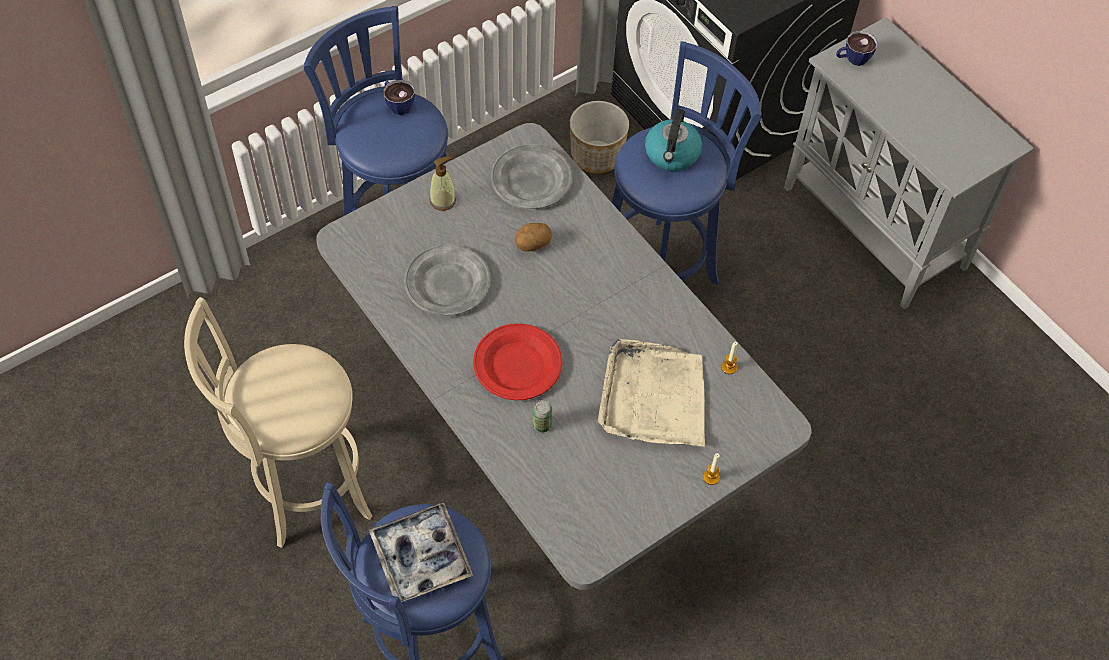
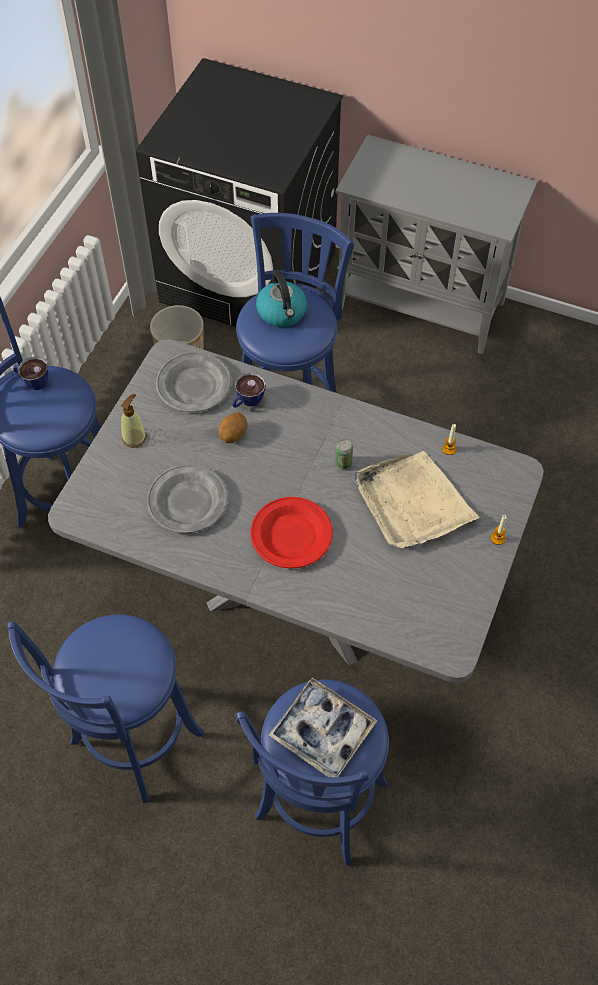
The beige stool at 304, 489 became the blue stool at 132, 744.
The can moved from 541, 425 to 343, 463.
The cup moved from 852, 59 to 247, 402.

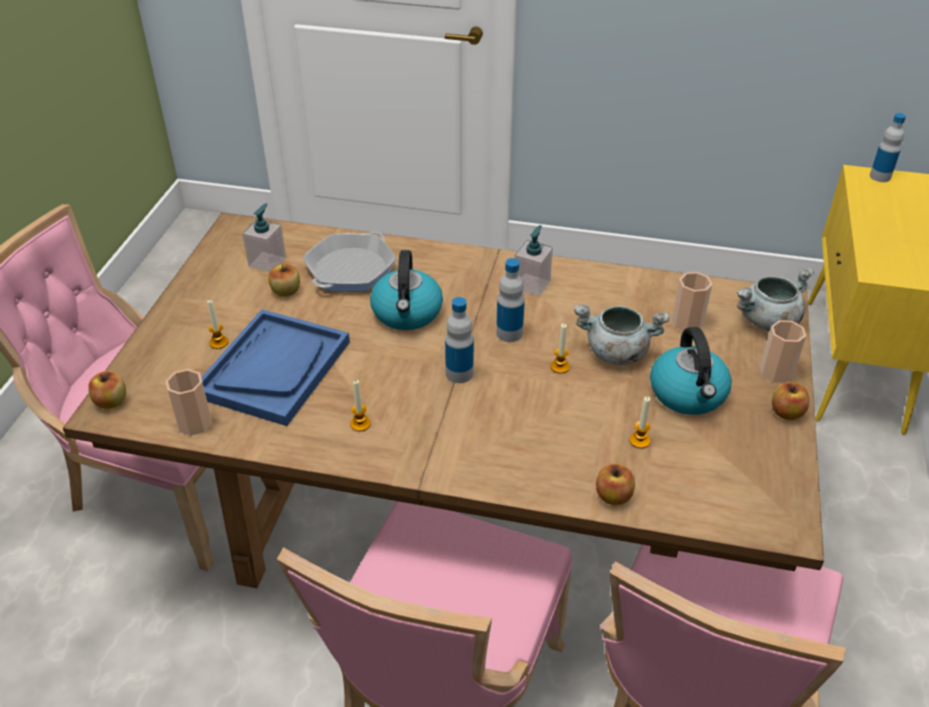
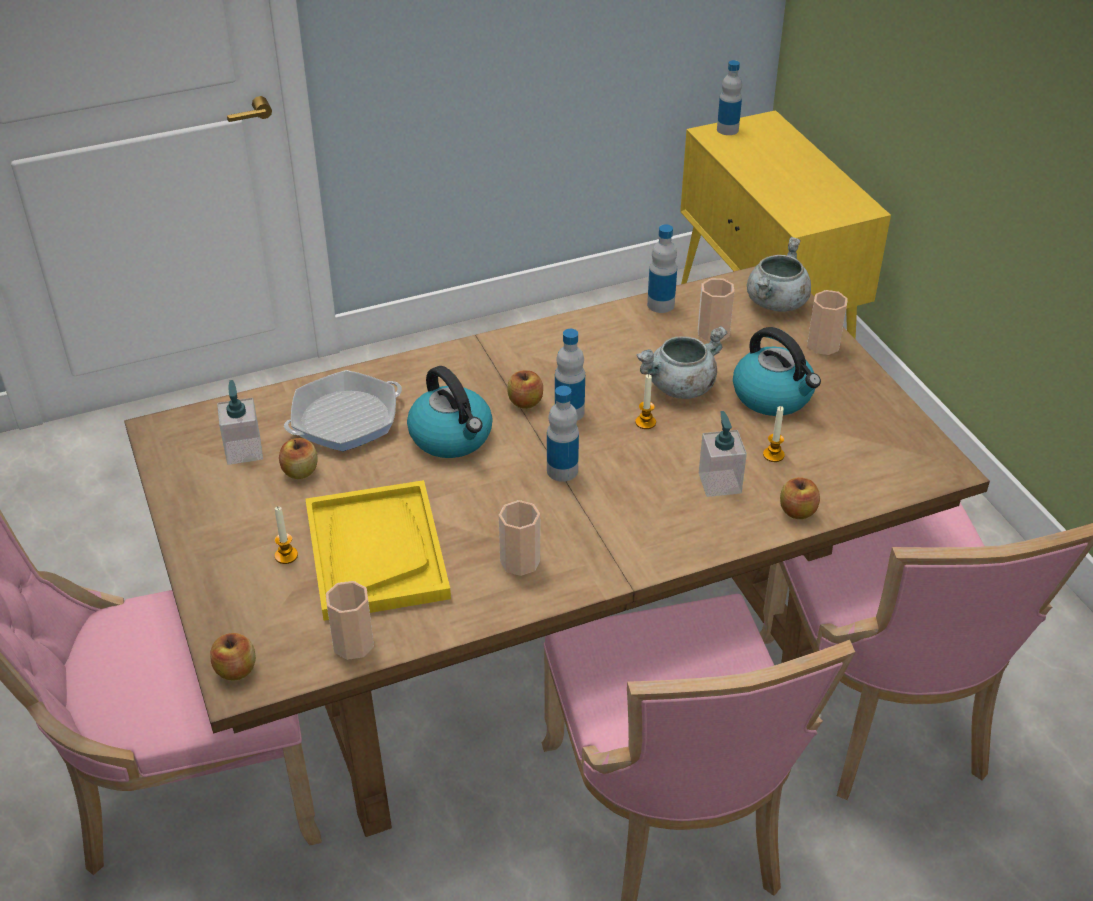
The blue tray at 274, 368 became the yellow tray at 376, 552.
The frying pan at 350, 269 turned 120 degrees counterclockwise.
The candle at 360, 424 was replaced by the cup at 520, 561.
The soap dispenser moved from 532, 284 to 719, 483.
The apple moved from 786, 413 to 525, 402.
The bottle at 660, 304 appeared.

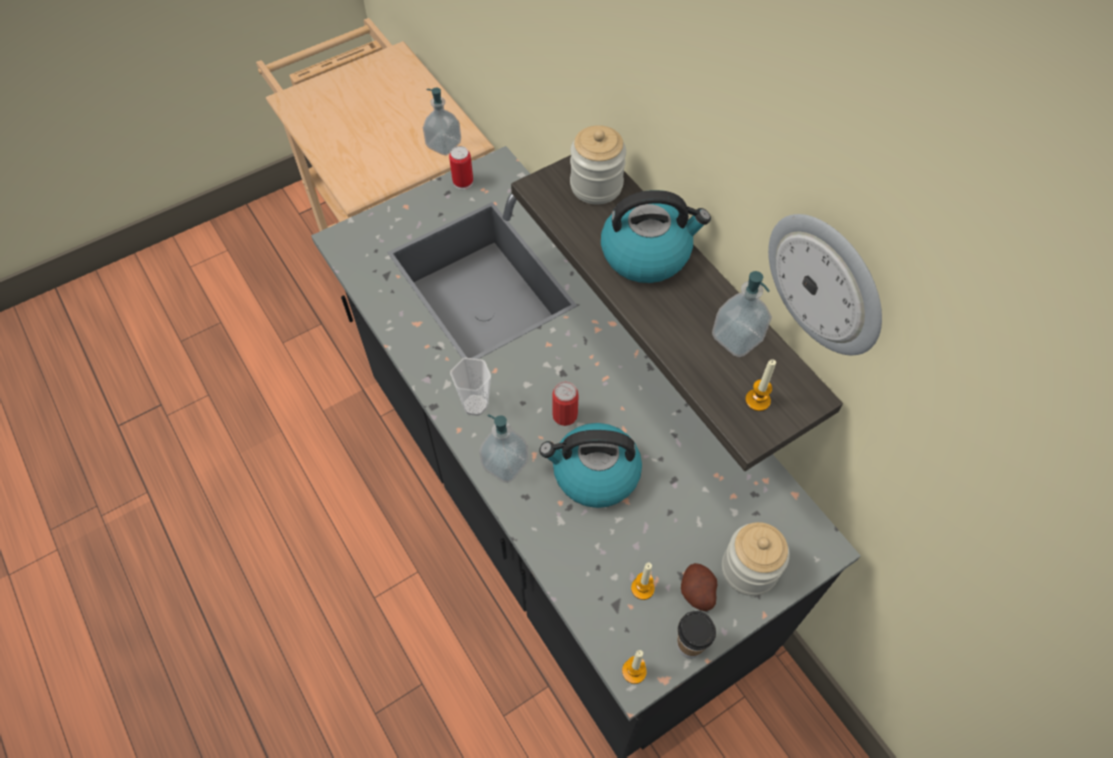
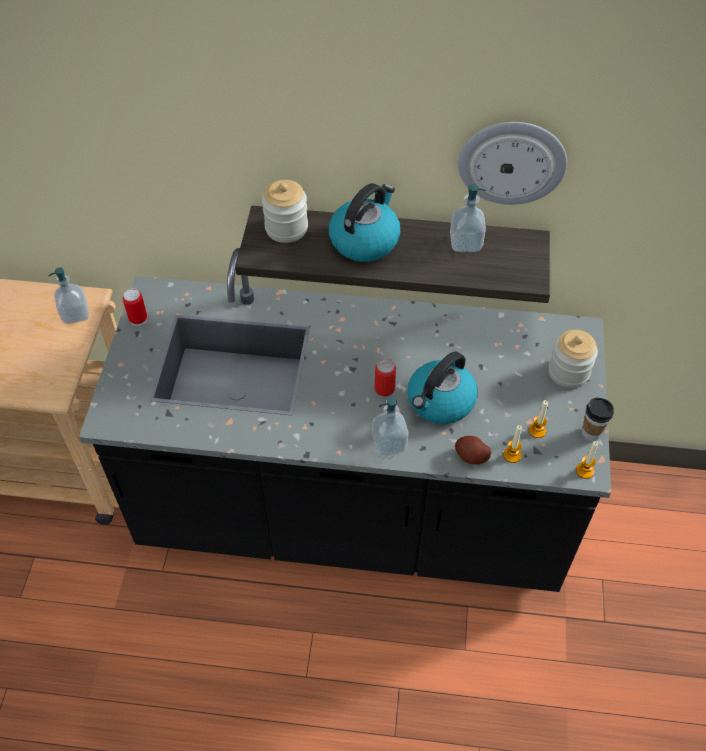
The cup at 475, 405 disappeared.
The potato moved from 697, 592 to 471, 456.
The candle moved from 757, 400 to 512, 455.

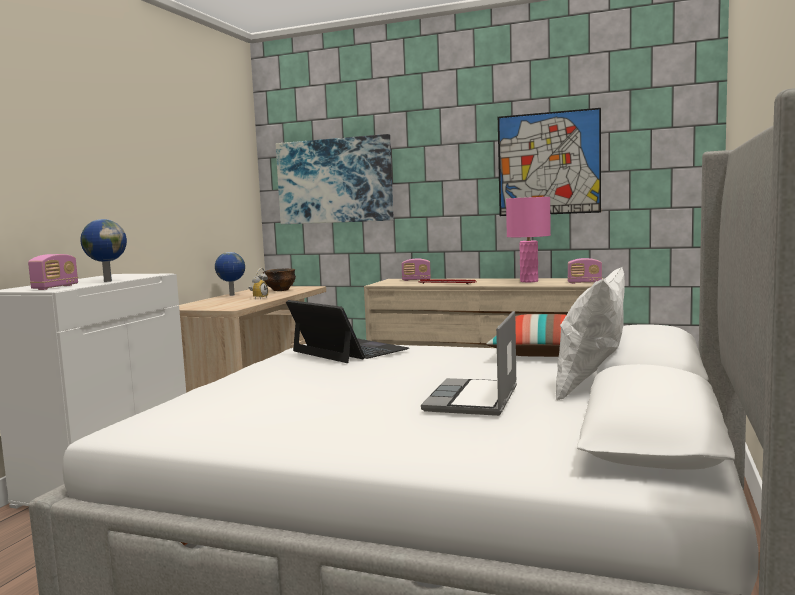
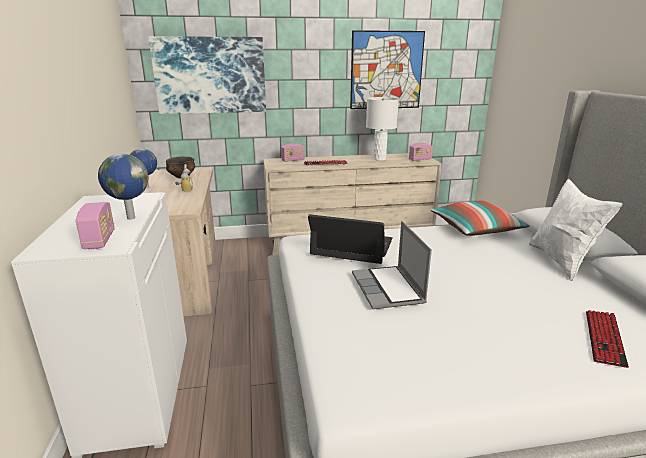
The laptop moved from 473, 400 to 388, 289.
The pink table lamp at 528, 281 became the white table lamp at 379, 159.
The keyboard at 604, 338 appeared.

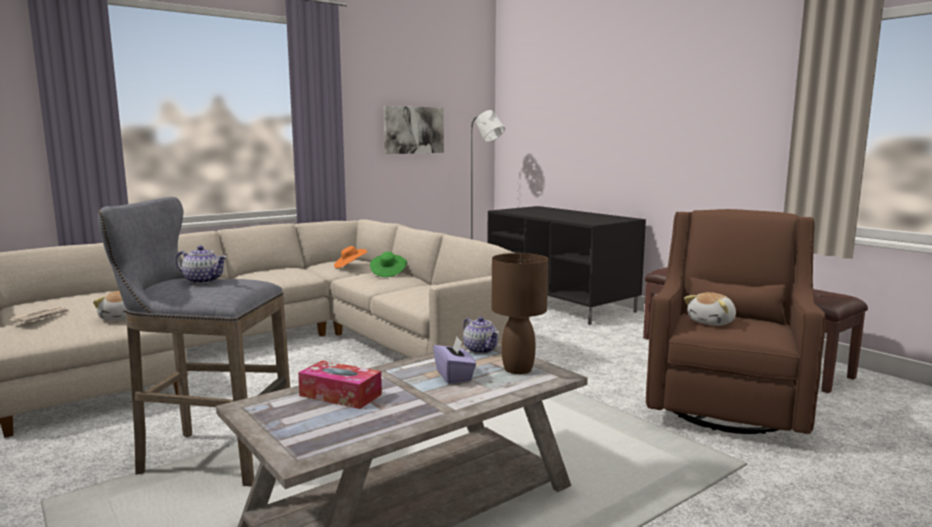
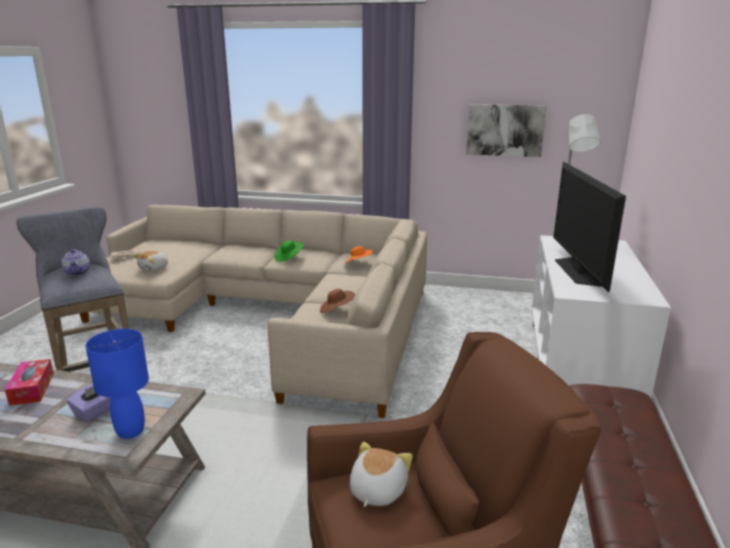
The green hat moved from 388, 273 to 288, 258.
The teapot at 481, 350 disappeared.
The black tv stand at 561, 303 became the white tv stand at 580, 367.
The brown table lamp at 518, 369 became the blue table lamp at 130, 431.
The plush toy at 712, 322 turned 105 degrees clockwise.
The brown hat at 336, 310 appeared.
The television at 578, 271 appeared.

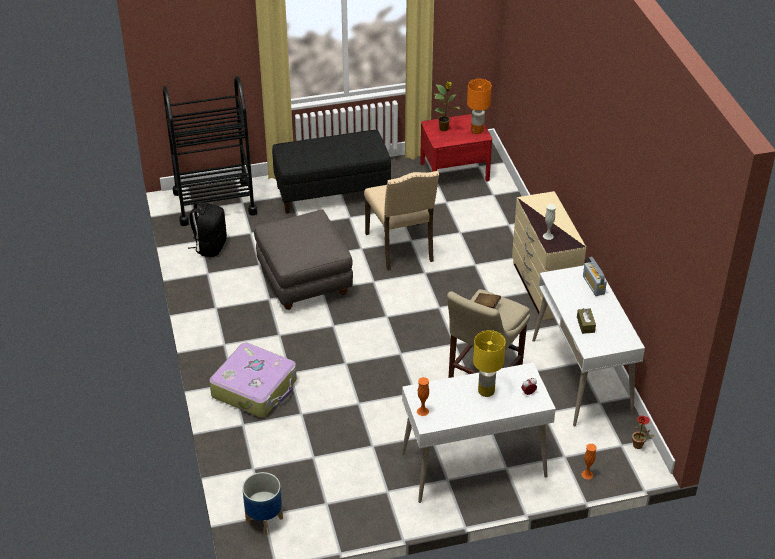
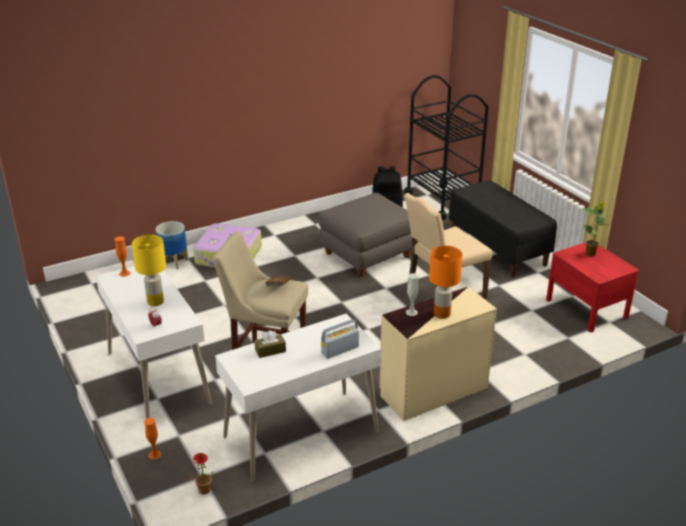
The planter moved from 264, 520 to 173, 262.
The orange table lamp moved from 477, 131 to 441, 314.

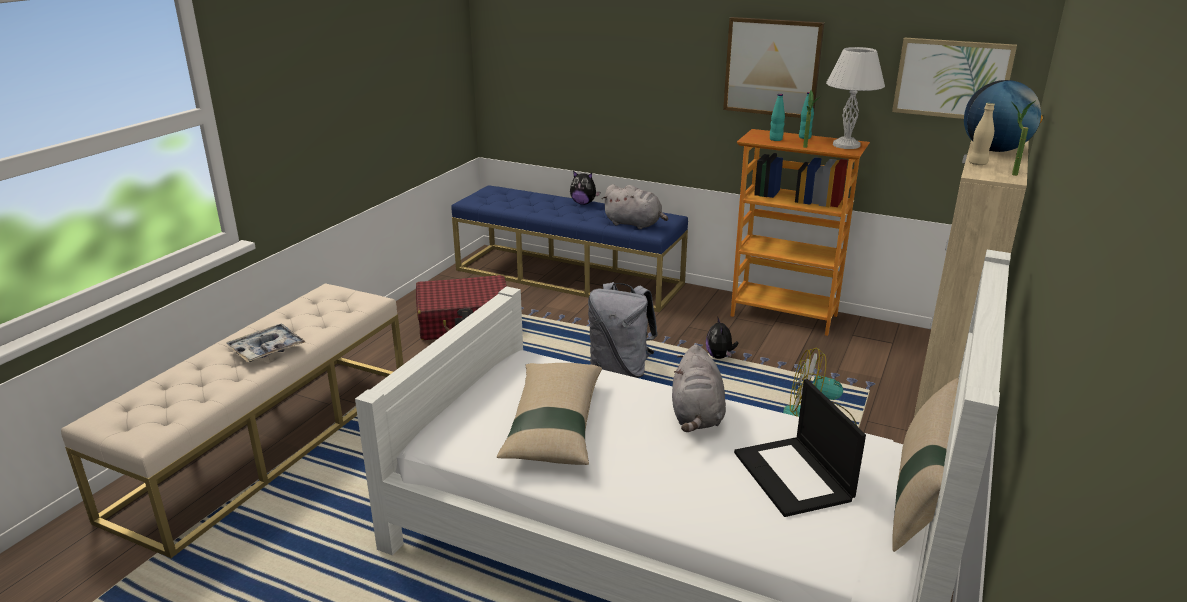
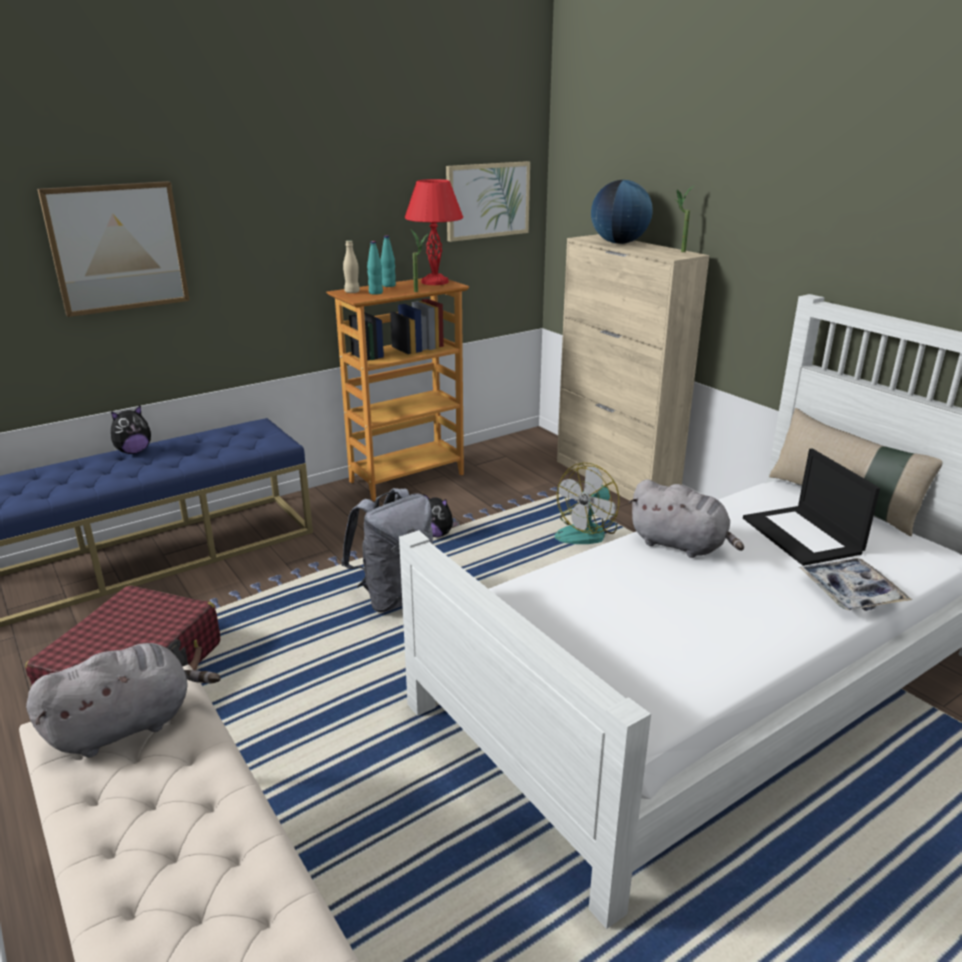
The tray moved from 267, 349 to 851, 592.
The beige pillow at 554, 425 disappeared.
The grey plush toy moved from 635, 224 to 128, 725.
The picture moved from 772, 67 to 117, 247.
The laptop at 794, 476 turned 60 degrees clockwise.
The white table lamp at 847, 145 became the red table lamp at 435, 282.
The beige bottle moved from 977, 164 to 352, 292.

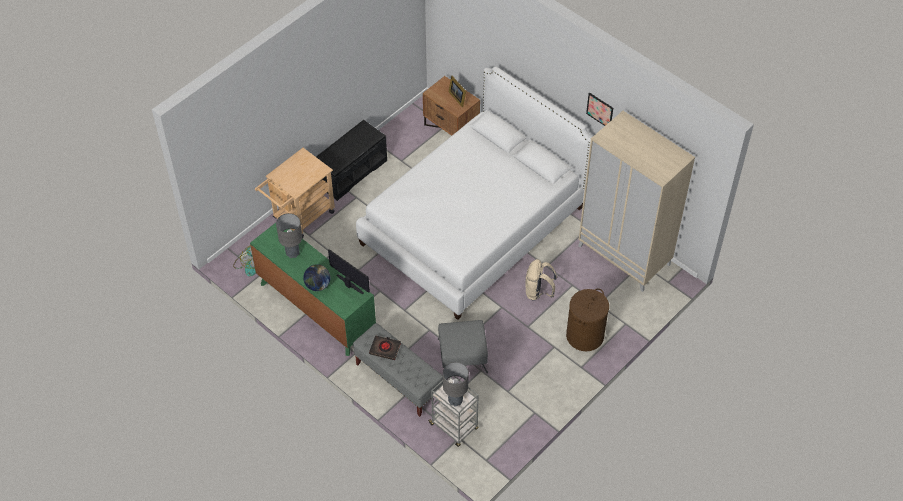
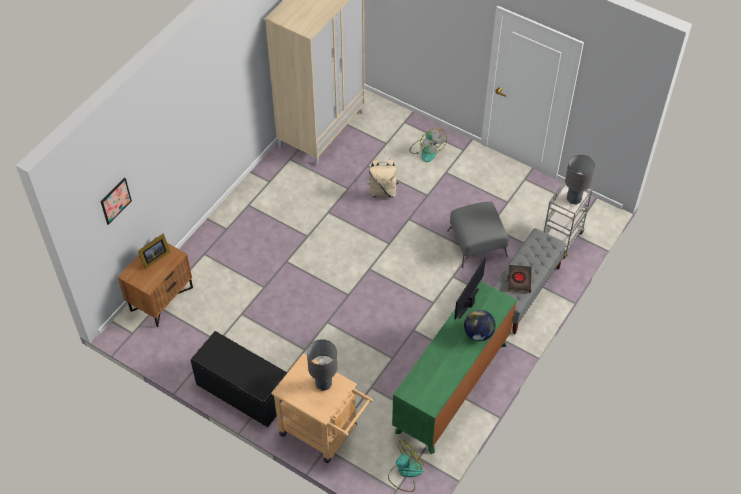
The grey table lamp moved from 292, 253 to 323, 384.
The white bed at 473, 225 disappeared.
The brown laundry basket at 585, 336 was replaced by the fan at 427, 150.
The picture moved from 600, 110 to 115, 200.

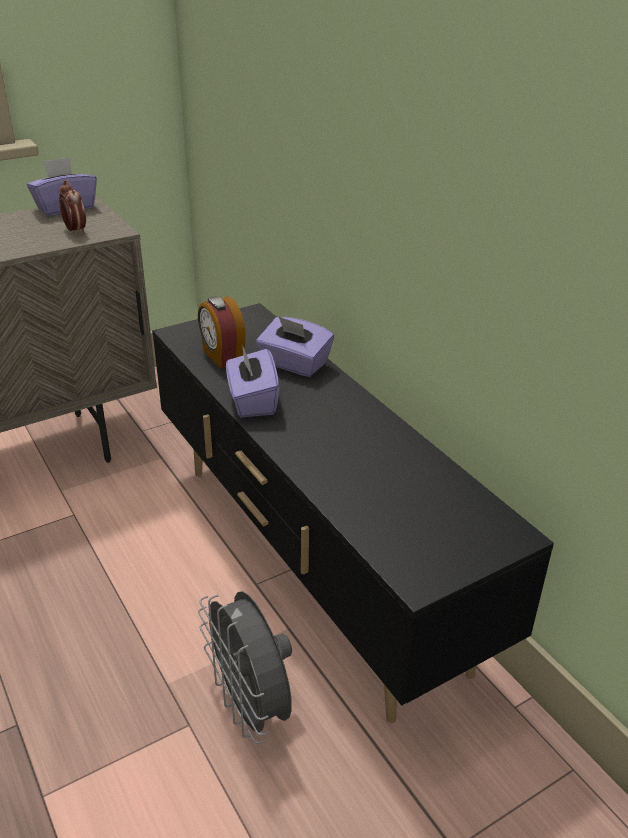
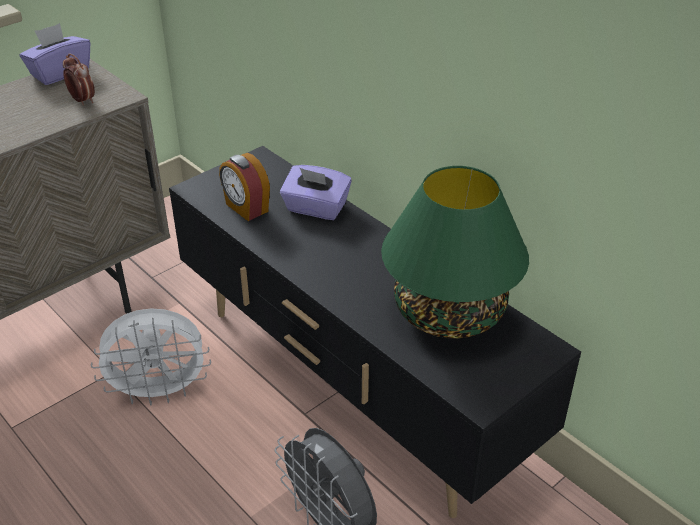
The purple tissue box at 252, 401 disappeared.
The white fan at 160, 392 appeared.
The green table lamp at 450, 312 appeared.

